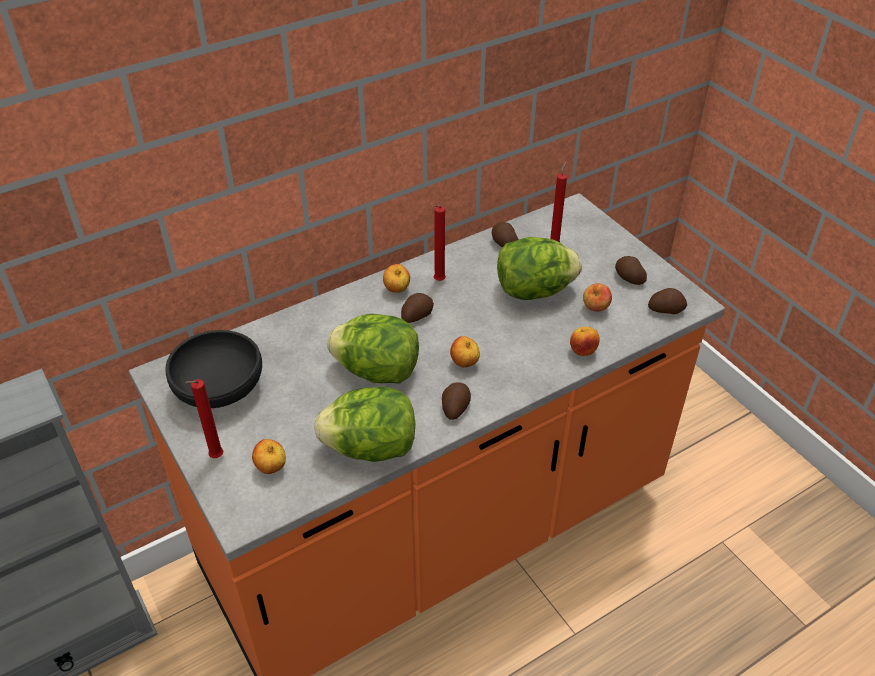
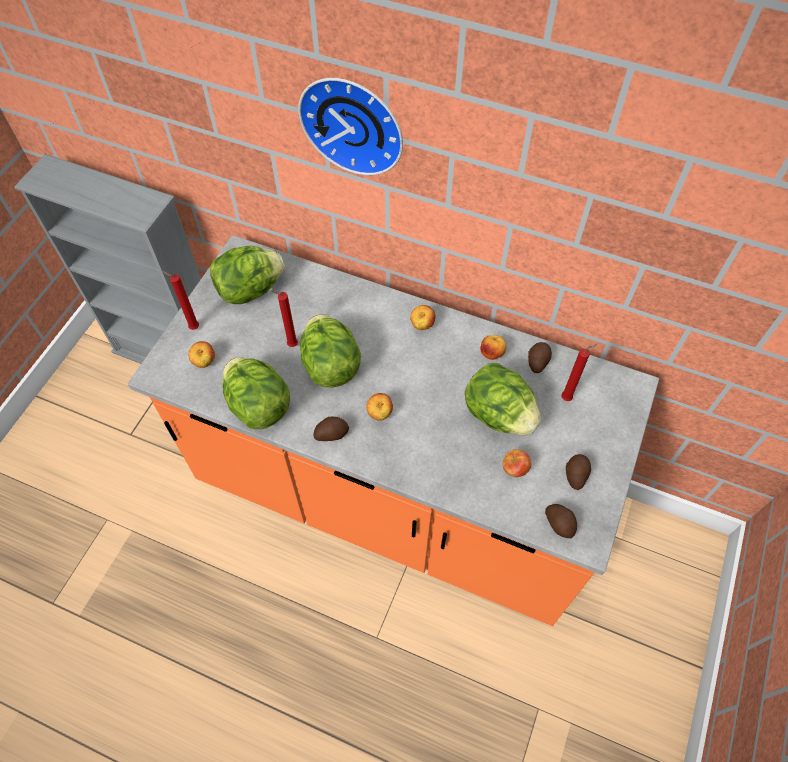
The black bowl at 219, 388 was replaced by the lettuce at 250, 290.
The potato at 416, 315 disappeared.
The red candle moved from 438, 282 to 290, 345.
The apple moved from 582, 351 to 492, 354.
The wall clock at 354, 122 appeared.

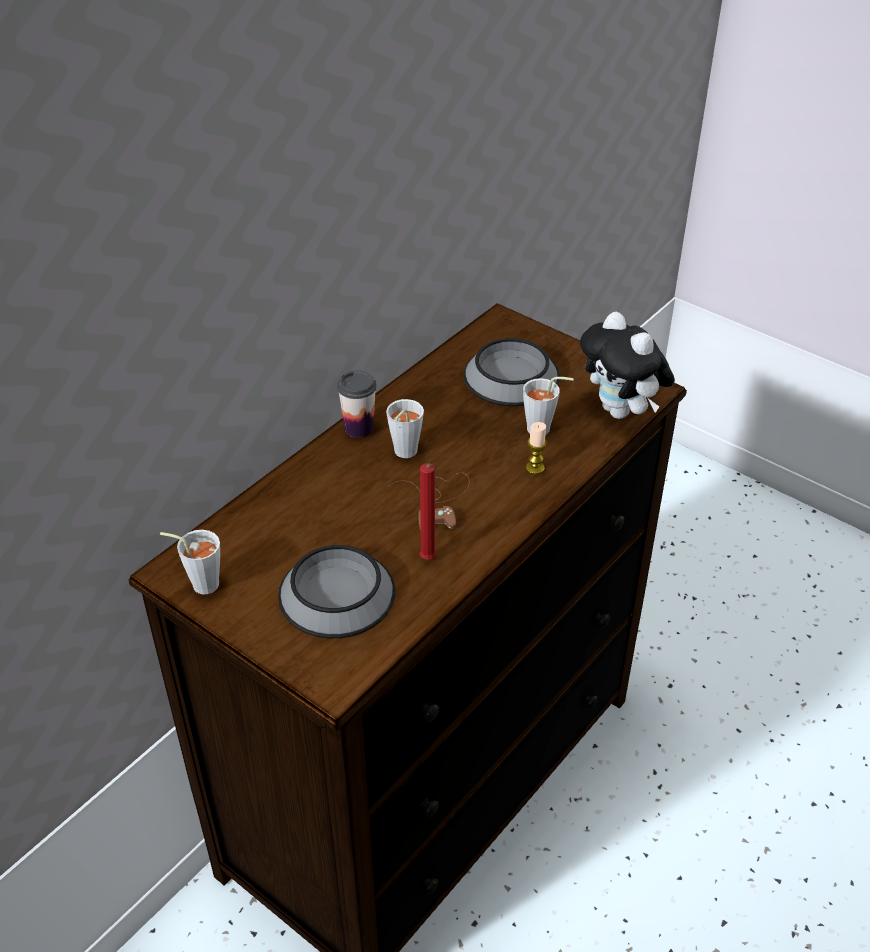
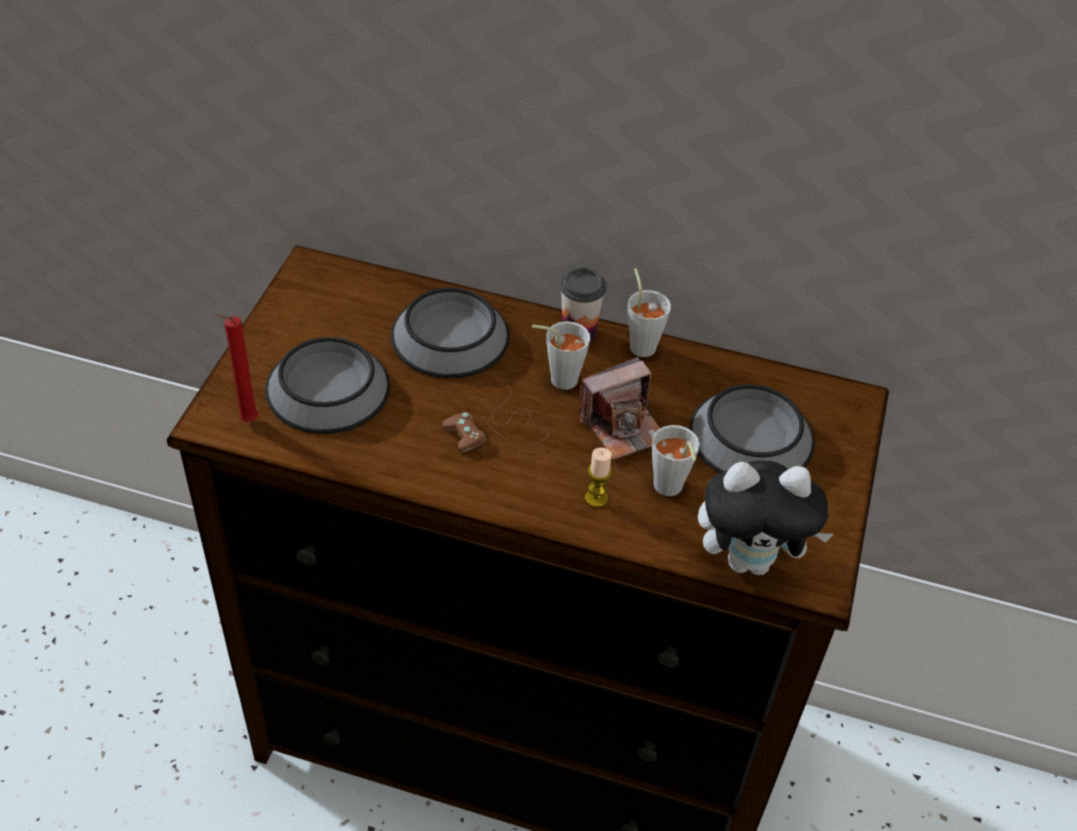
The grey cup moved from 200, 583 to 641, 343.
The red candle moved from 427, 560 to 246, 421.
The plush toy at 621, 412 turned 120 degrees counterclockwise.
The bowl at 450, 336 appeared.
The photo camera at 623, 426 appeared.

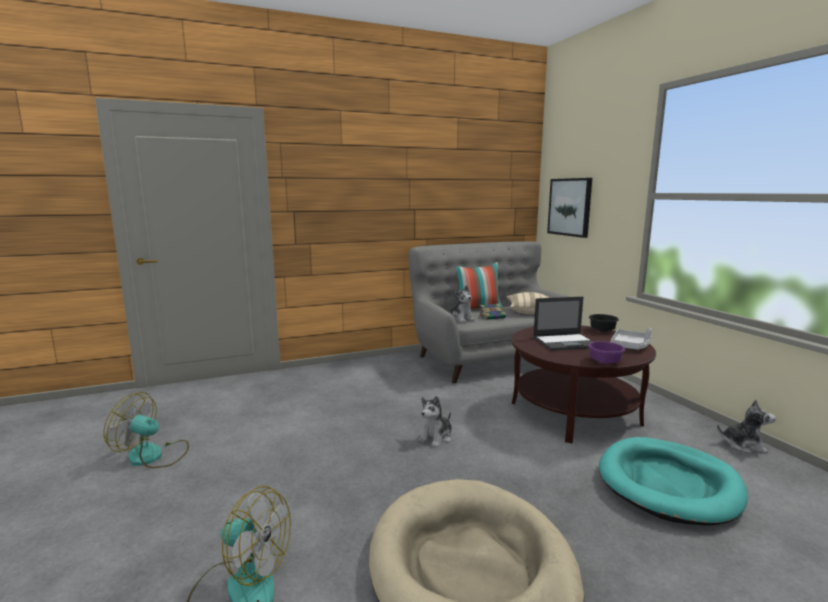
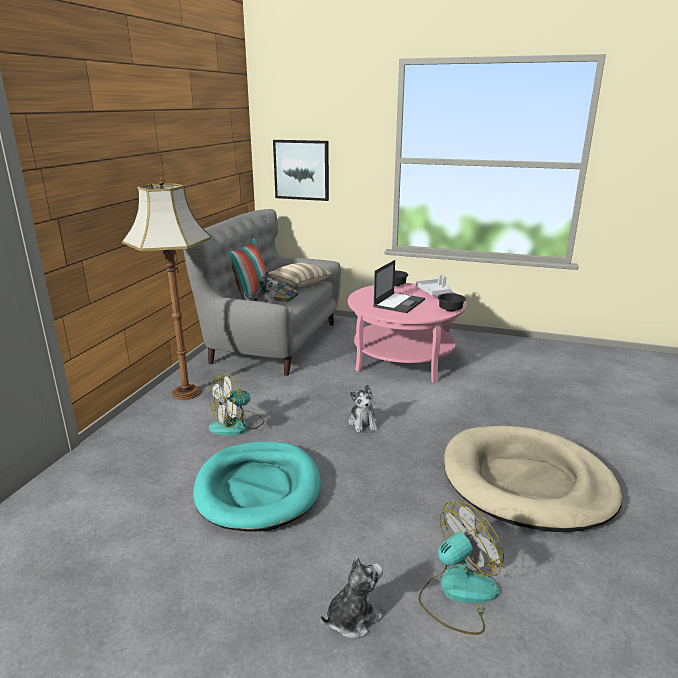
The fan moved from 153, 456 to 237, 425.
The brown coffee table at 574, 413 became the pink coffee table at 403, 360.
The purple bowl at 603, 362 became the black bowl at 449, 310.
The turquoise dog bed moved from 668, 484 to 258, 489.
The plush toy moved from 743, 445 to 352, 618.
The floor lamp at 185, 393 appeared.

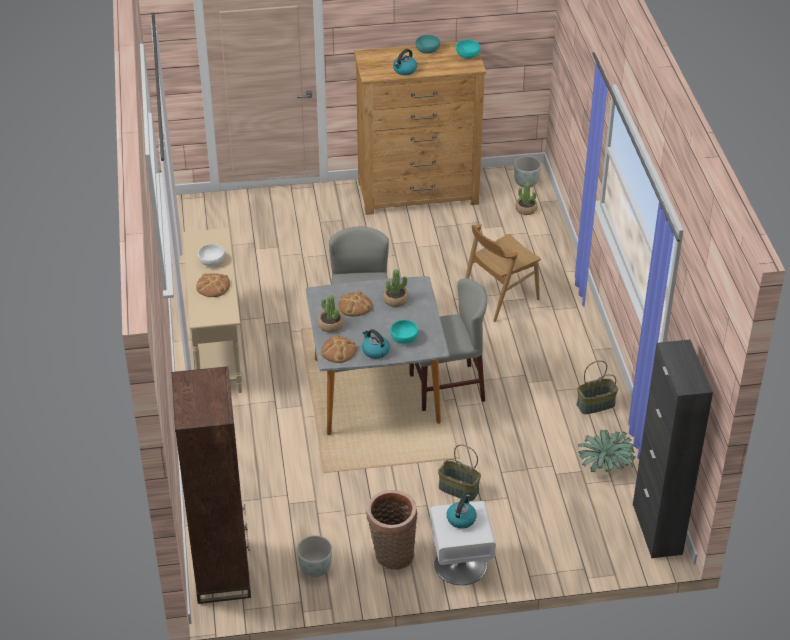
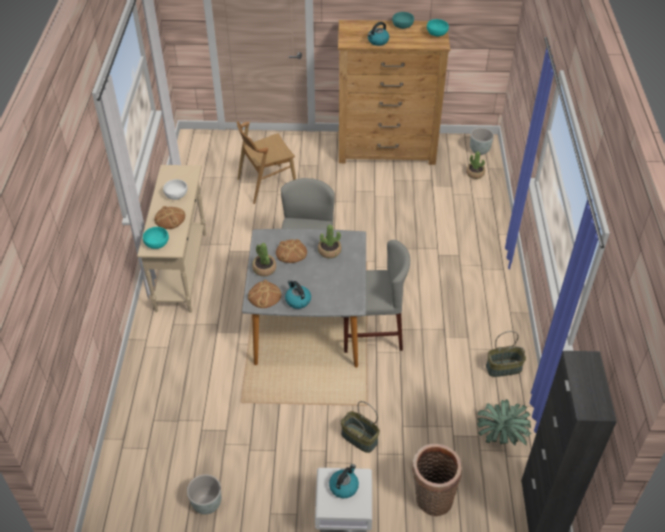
The brown bookcase at 222, 571 disappeared.
The basket moved from 391, 554 to 431, 498.
The turquoise bowl moved from 404, 338 to 156, 243.
The brown chair moved from 500, 297 to 266, 184.

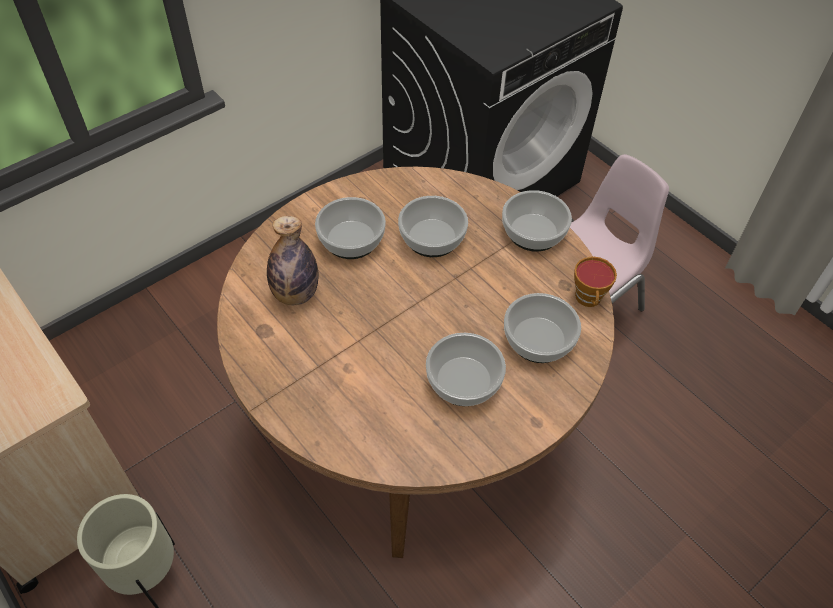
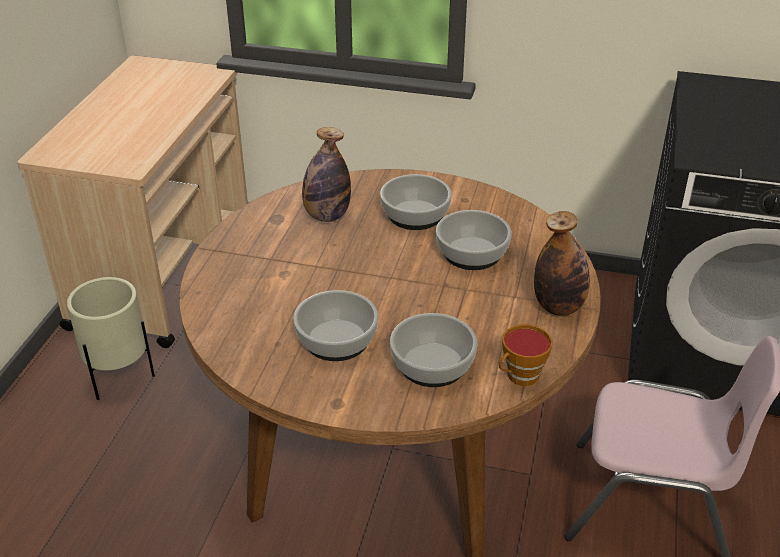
The bowl at 534, 232 was replaced by the bottle at 558, 307.

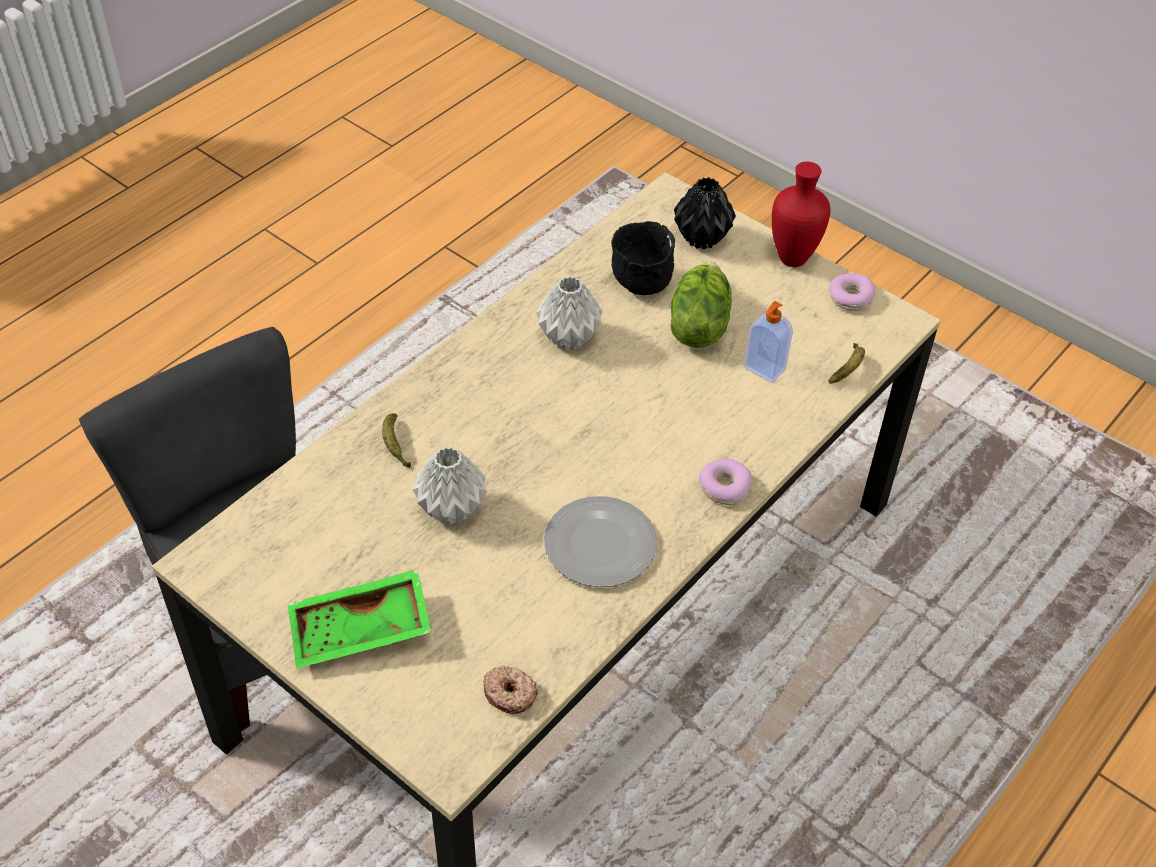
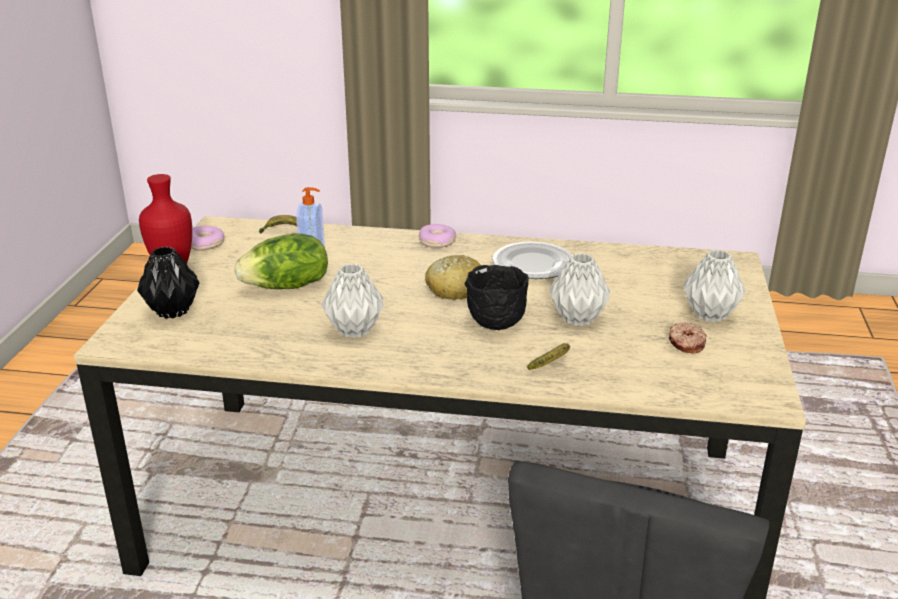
The green tray at 360, 632 was replaced by the grey vase at 710, 314.
The donut moved from 510, 693 to 686, 343.
The black bowl moved from 642, 283 to 495, 325.
The bread at 455, 289 appeared.

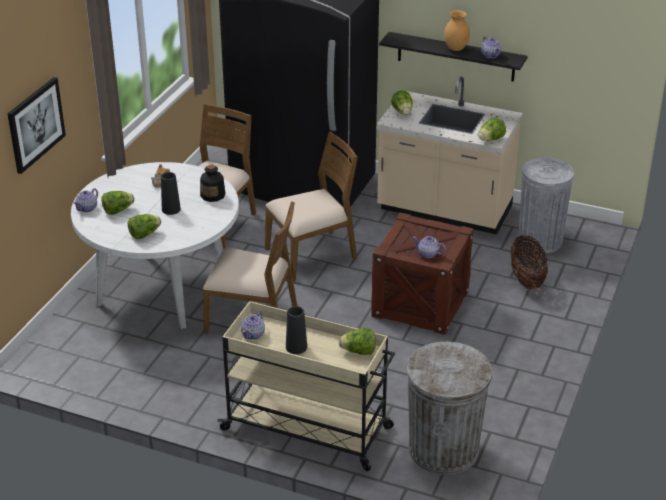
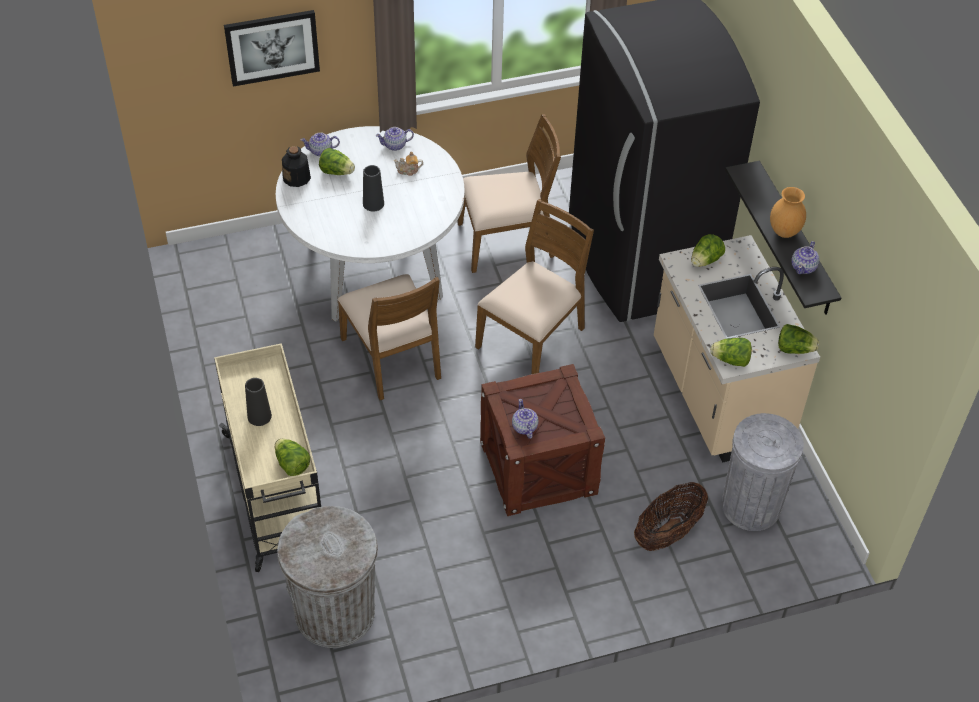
The lettuce moved from 144, 234 to 794, 349.
The bottle moved from 213, 195 to 297, 178.
The teapot moved from 253, 334 to 395, 145.
The brown chair at 312, 254 turned 75 degrees counterclockwise.

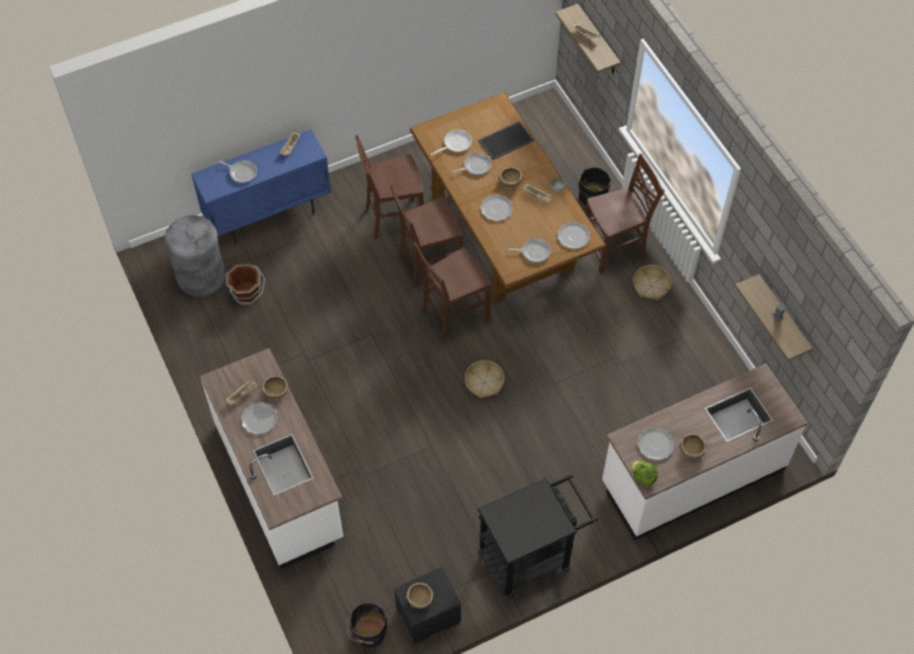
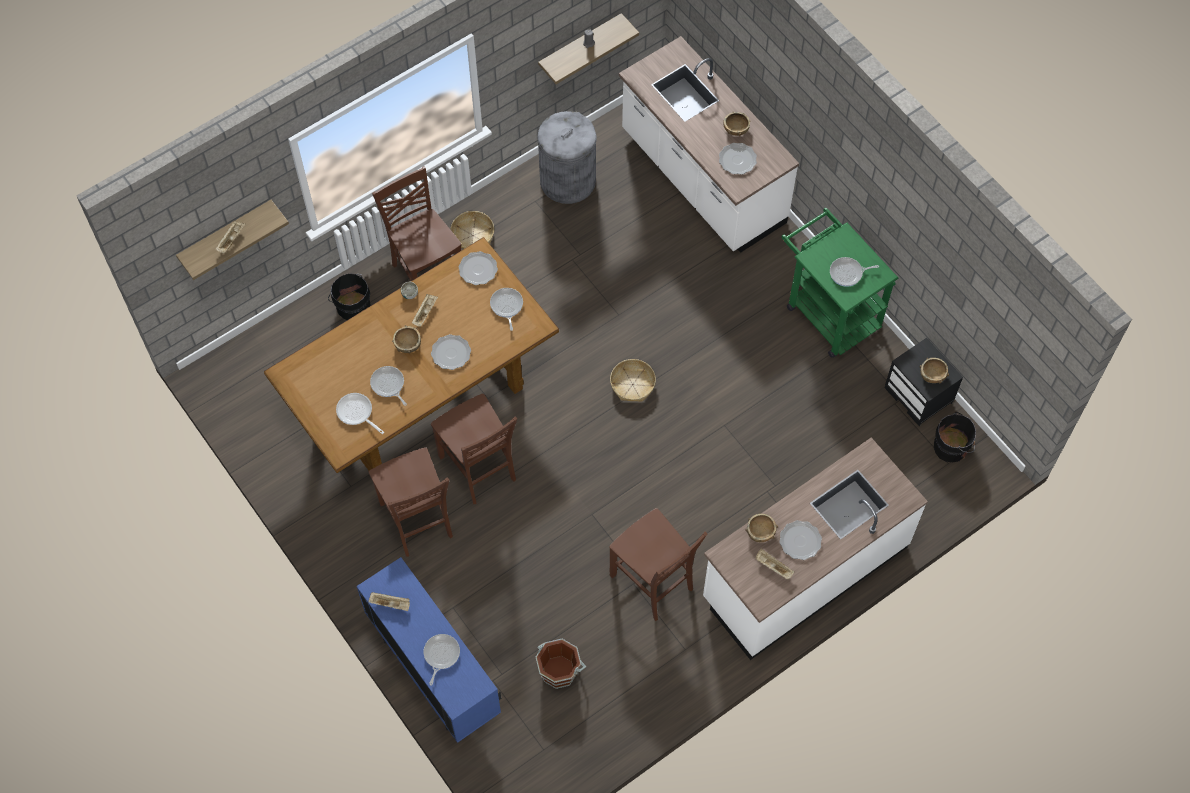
The grey trash can moved from 201, 276 to 568, 180.
The brown chair moved from 453, 315 to 653, 583.
The tray at 506, 140 disappeared.
The black cart at 531, 556 became the green cart at 827, 311.
The lettuce at 643, 477 disappeared.
The frying pan at 848, 273 appeared.

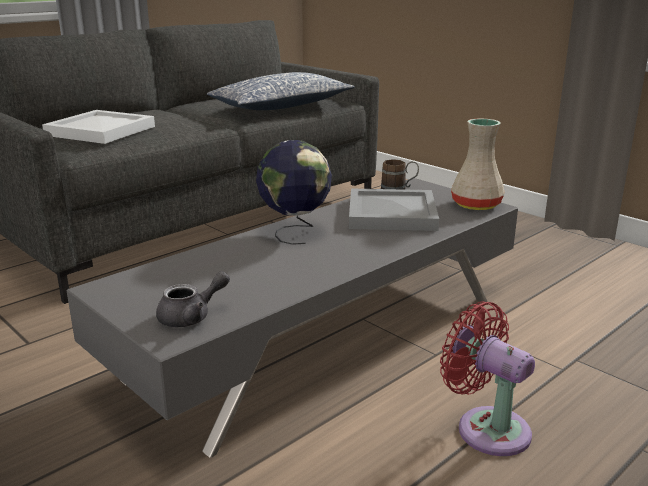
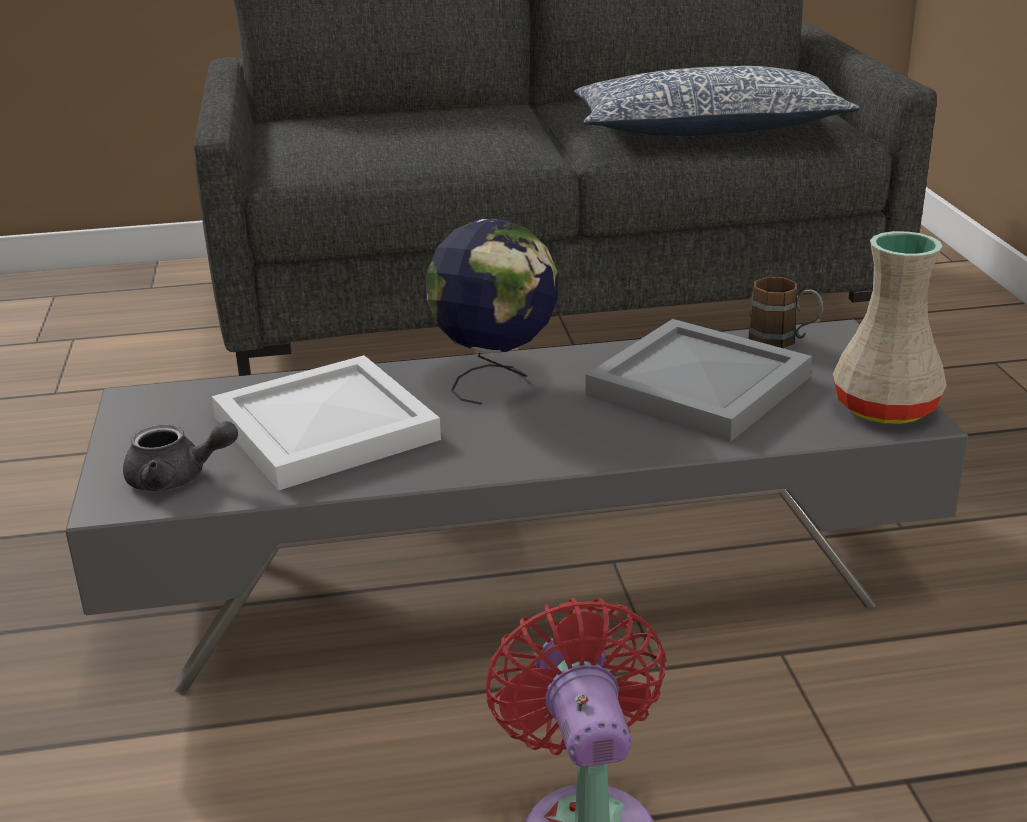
The white tray moved from 100, 130 to 327, 426.

